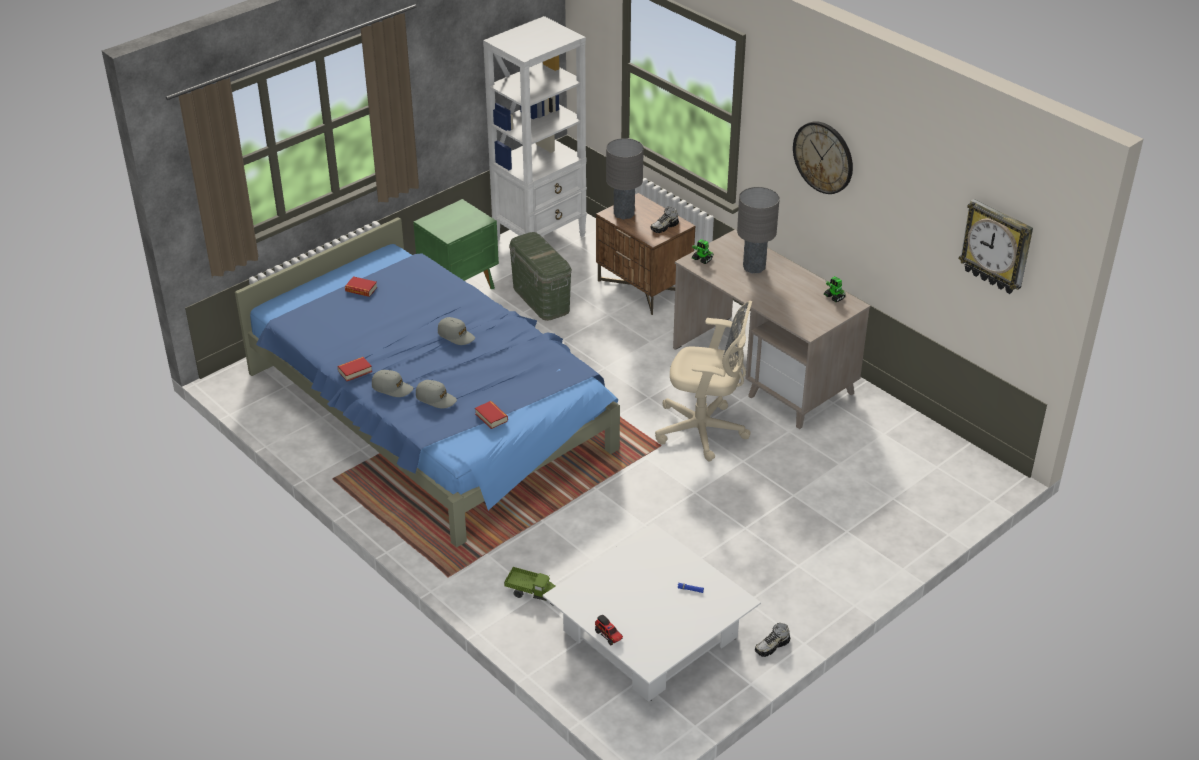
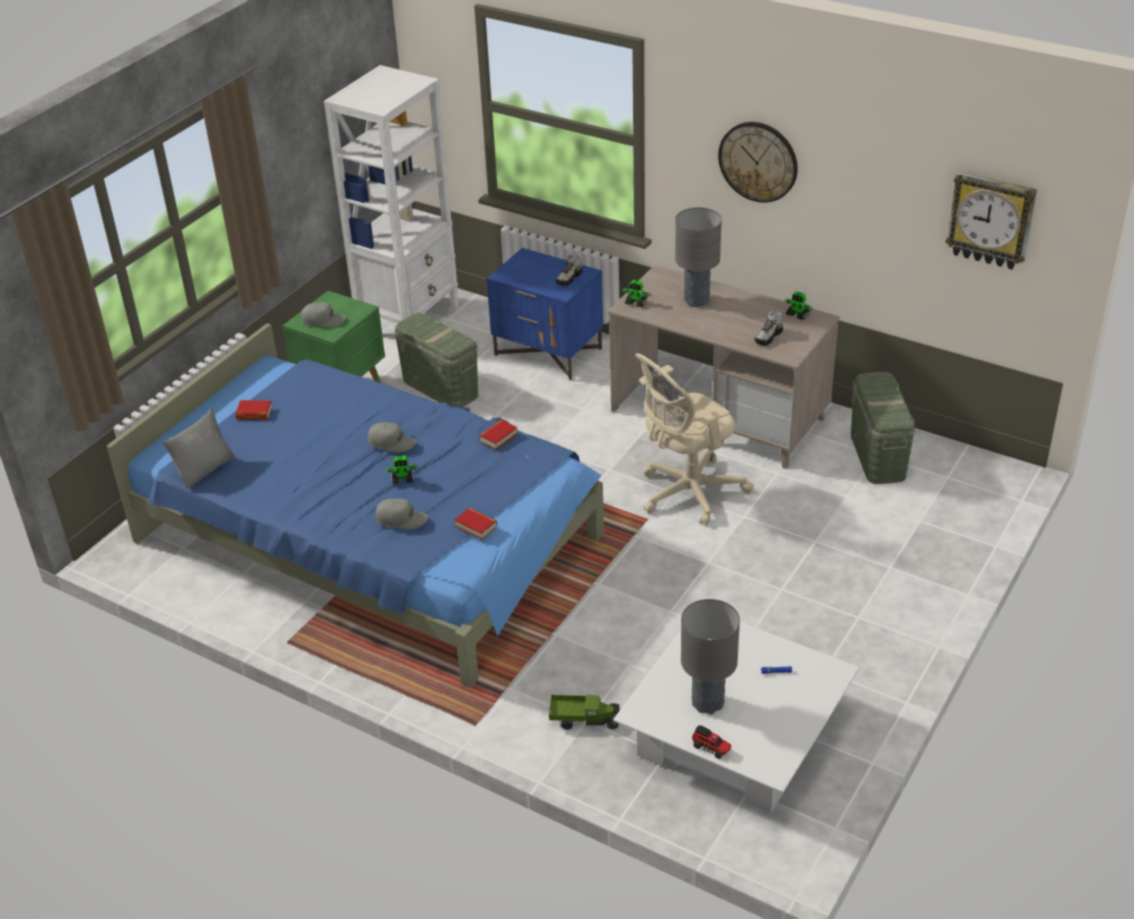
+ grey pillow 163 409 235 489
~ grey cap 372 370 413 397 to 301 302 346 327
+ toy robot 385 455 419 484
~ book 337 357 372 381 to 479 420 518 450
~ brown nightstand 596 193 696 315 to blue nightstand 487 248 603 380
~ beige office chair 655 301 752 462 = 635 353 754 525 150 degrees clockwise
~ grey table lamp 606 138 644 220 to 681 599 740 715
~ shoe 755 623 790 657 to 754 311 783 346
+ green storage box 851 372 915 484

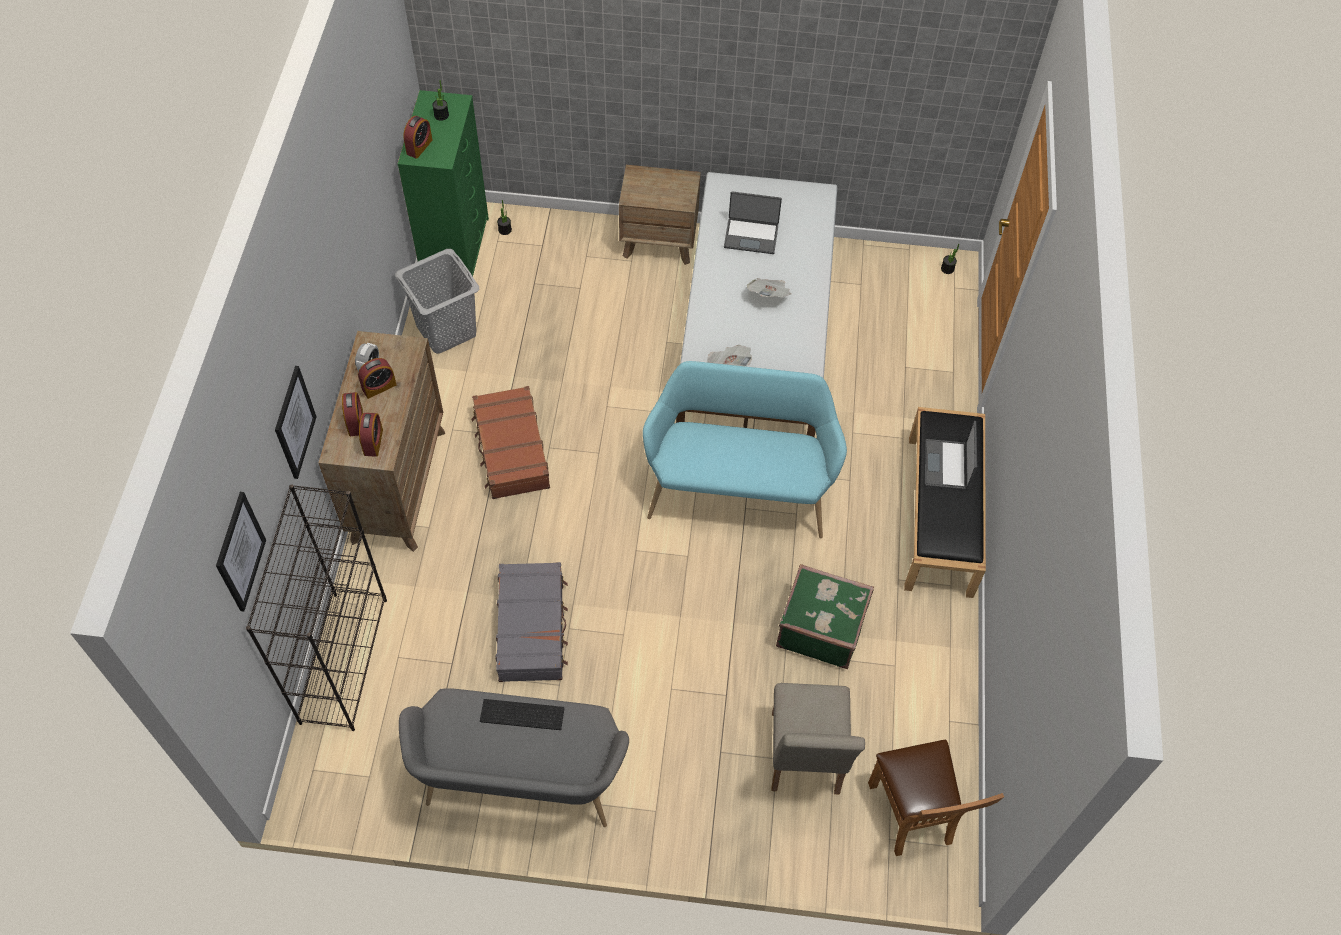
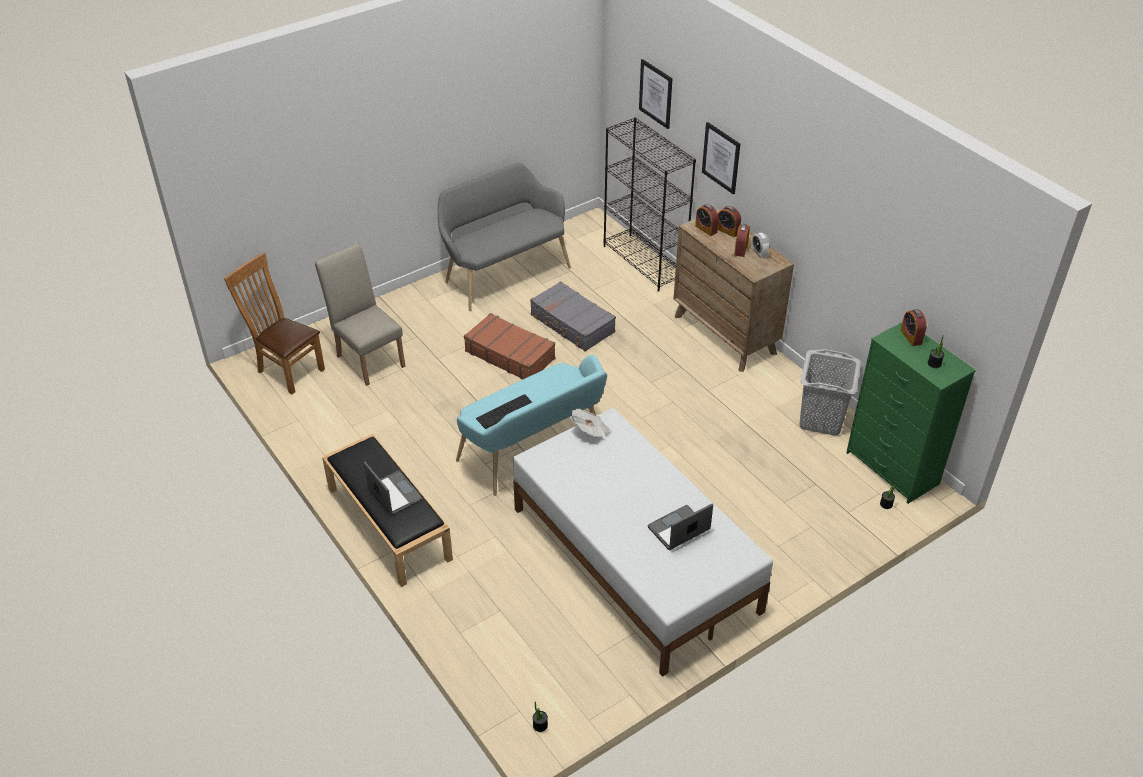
~ brown suitcase 471 386 550 499 to 464 313 555 379
~ keyboard 480 699 565 730 to 476 394 532 429
- brown nightstand 619 165 701 265
- newspaper 747 278 791 298
- green suitcase 776 564 874 669

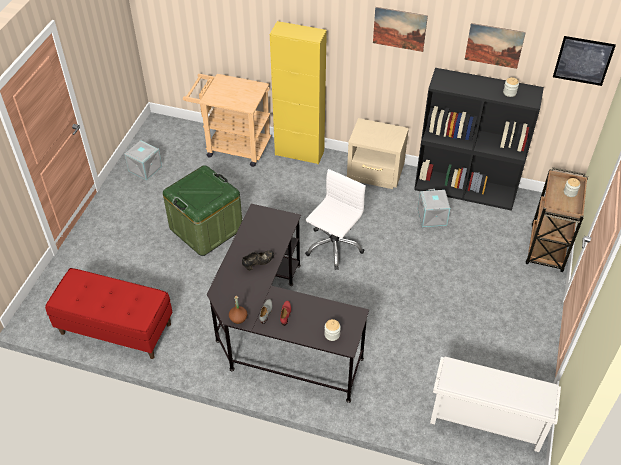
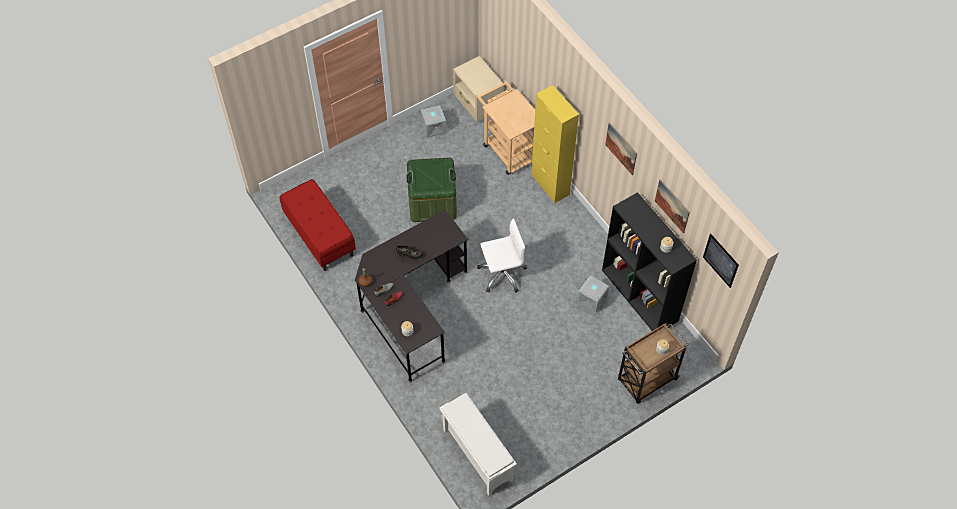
~ beige nightstand 347 118 409 189 to 453 56 503 122

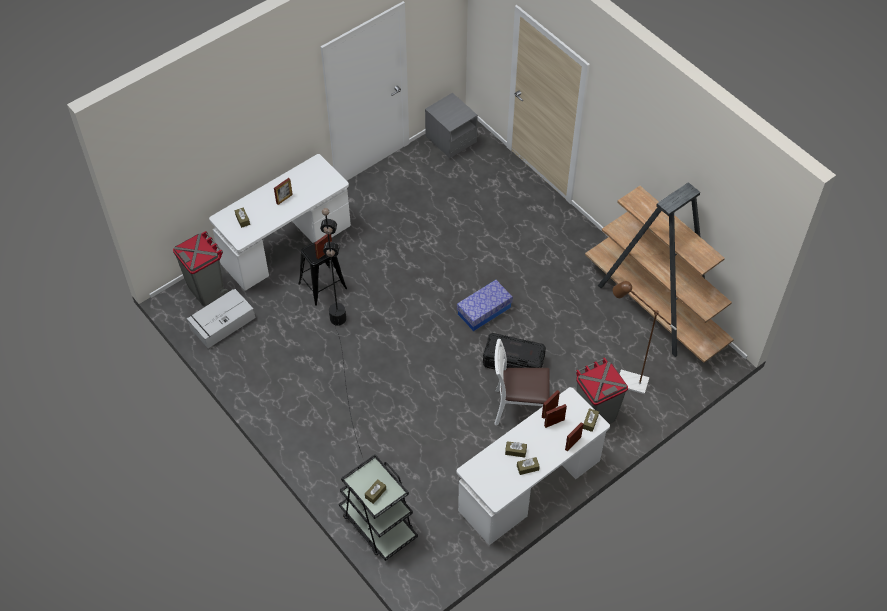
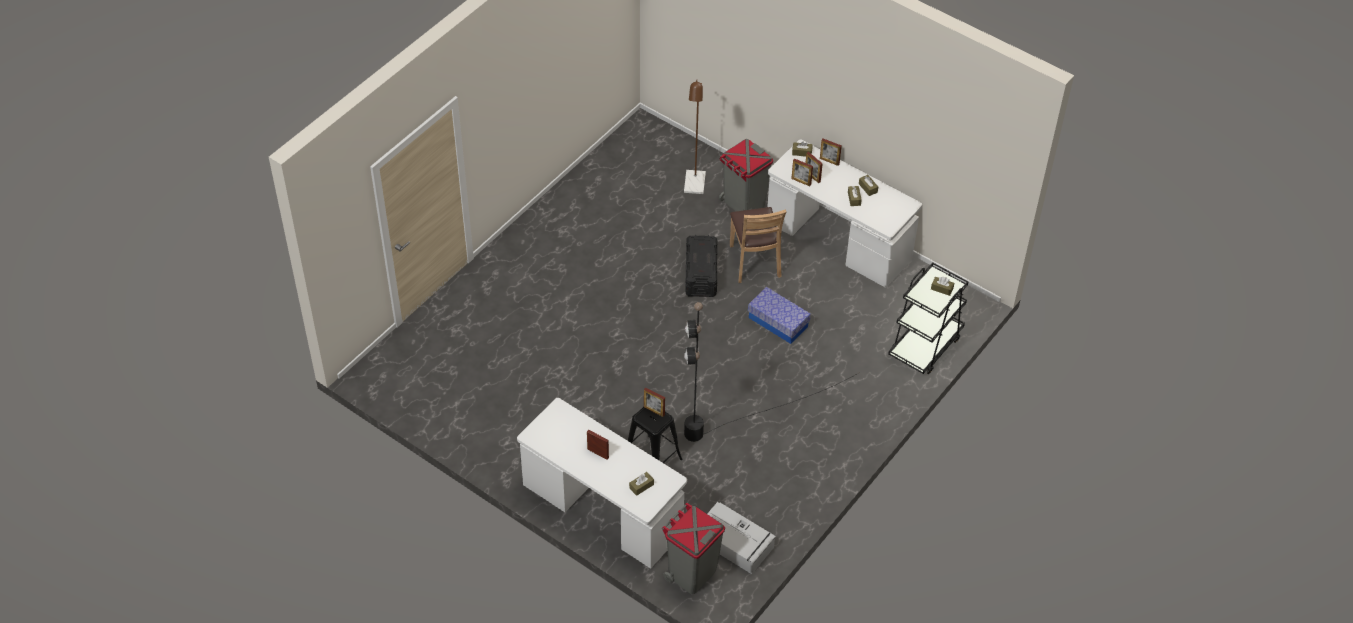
~ white chair 495 339 550 425 to brown chair 730 207 786 283
~ storage box 457 280 513 331 to 748 287 811 344
- grey nightstand 425 93 478 158
- brown bookcase 585 182 734 363

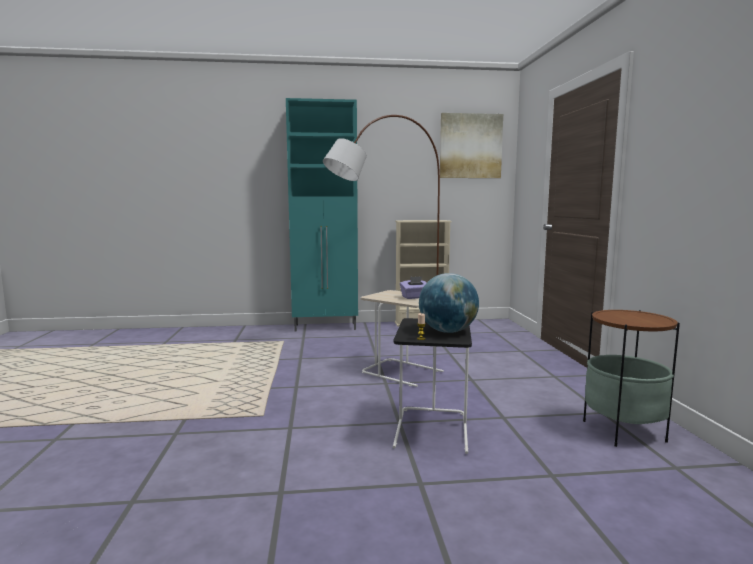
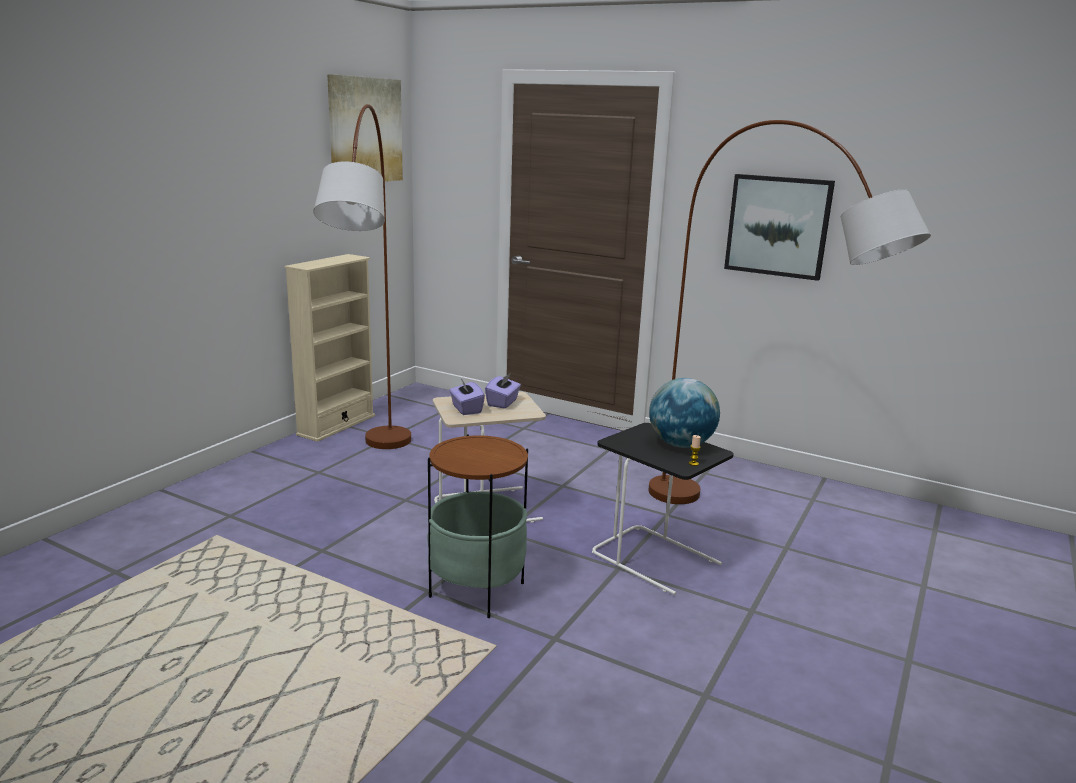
~ side table 583 310 680 447 to 427 434 528 618
+ purple tissue box 449 379 485 415
+ brown floor lamp 648 120 931 504
+ picture 724 174 835 281
- turquoise cabinet 286 98 358 332

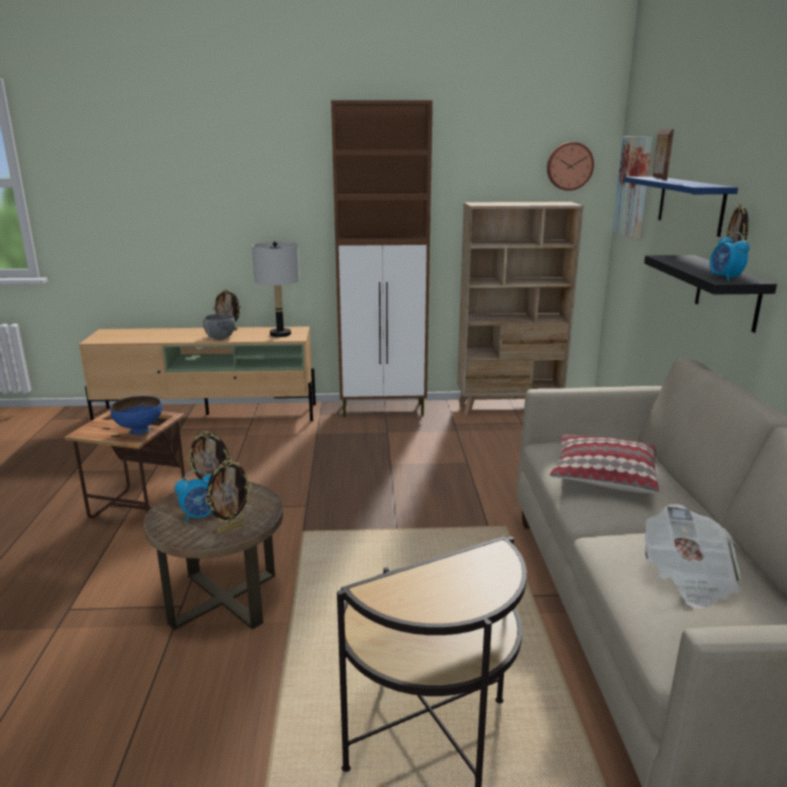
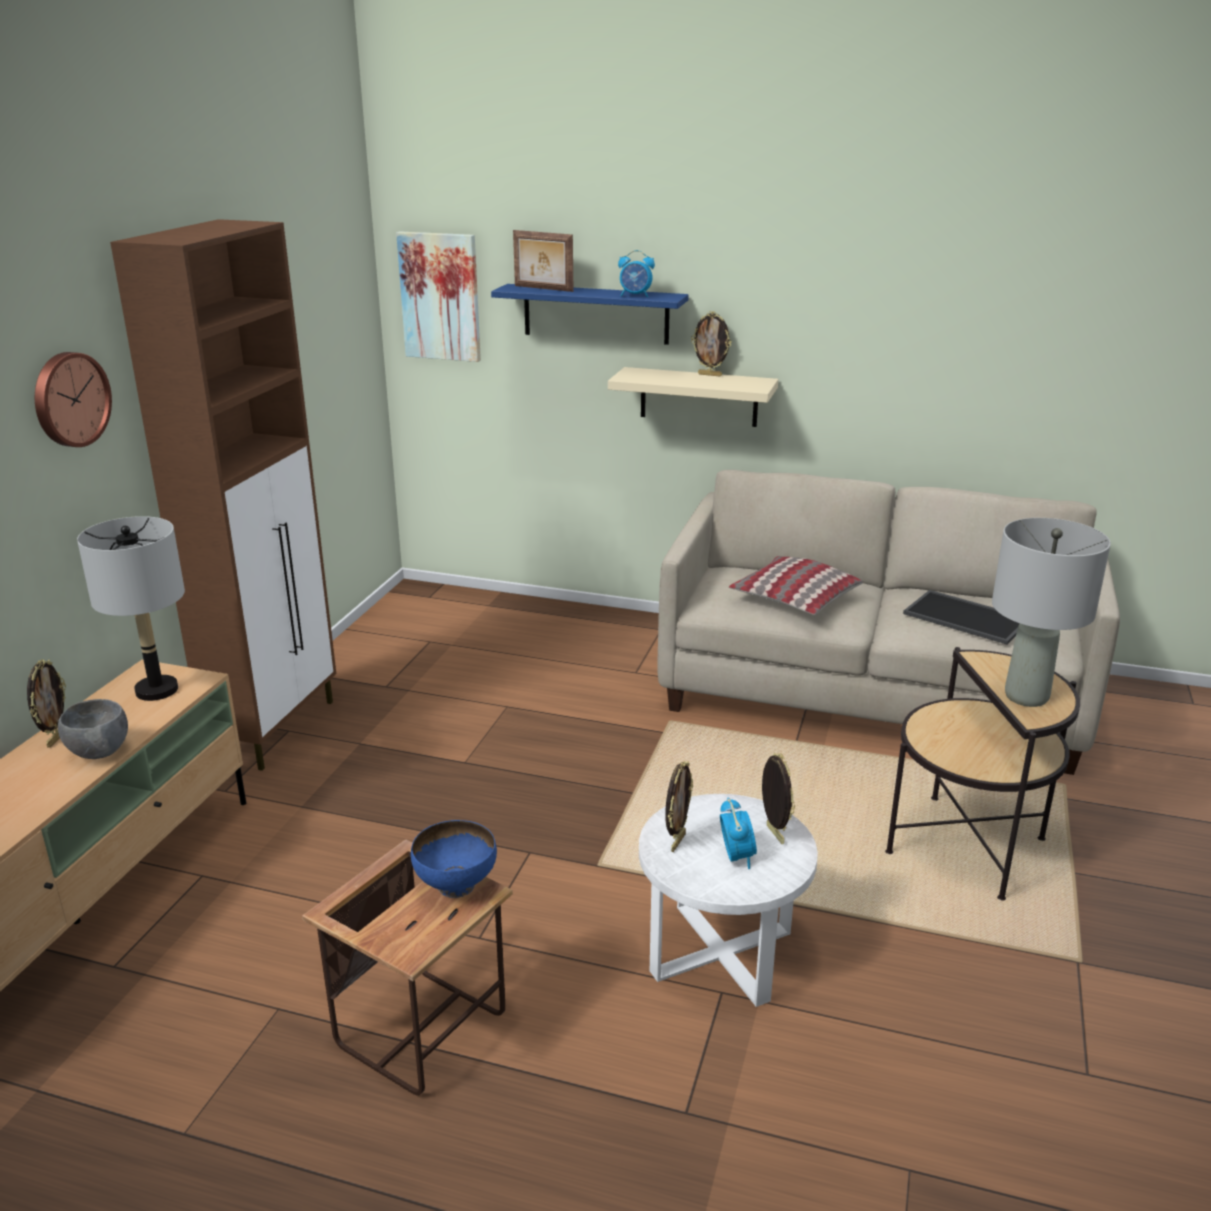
~ wall clock 547 142 594 191 to 35 352 112 447
~ black shelf 644 255 777 333 to beige shelf 608 367 778 427
~ alarm clock 710 232 750 281 to 618 250 655 297
~ brown side table 144 482 283 630 to white side table 639 794 818 1007
~ newspaper 644 504 742 609 to tray 903 590 1020 644
+ grey table lamp 992 518 1111 707
- beige bookcase 457 202 584 416

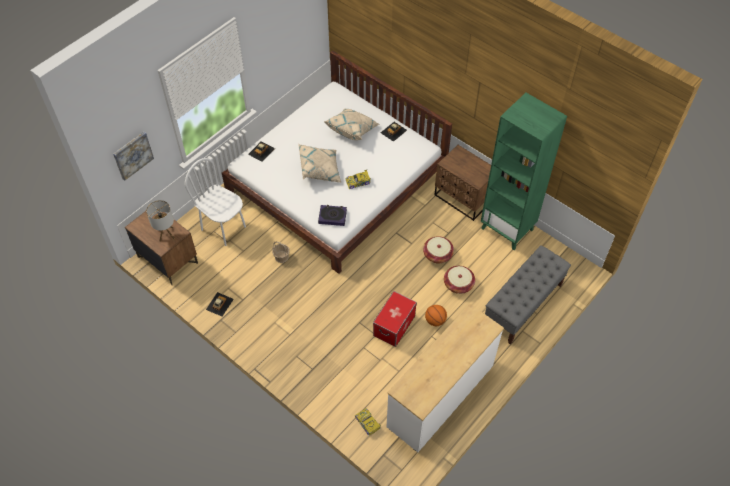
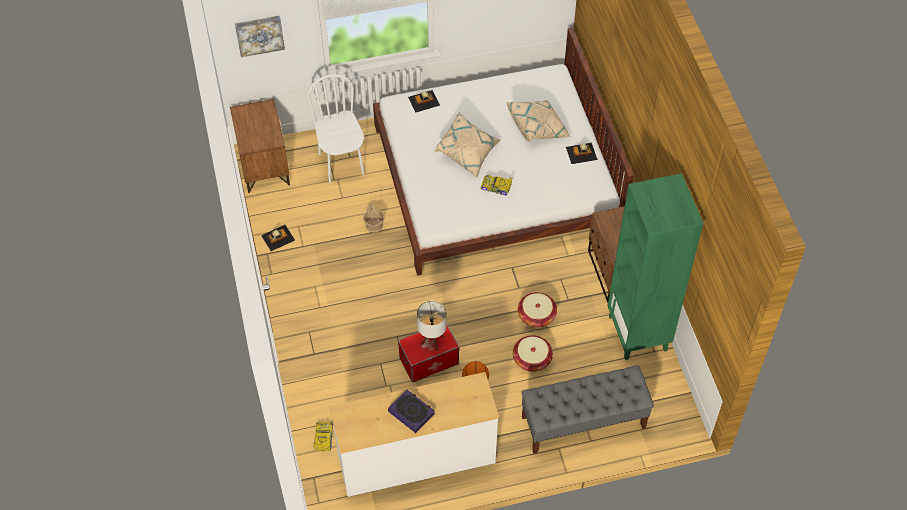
~ book 318 205 347 226 to 388 390 435 433
~ table lamp 146 200 175 242 to 417 300 447 351

